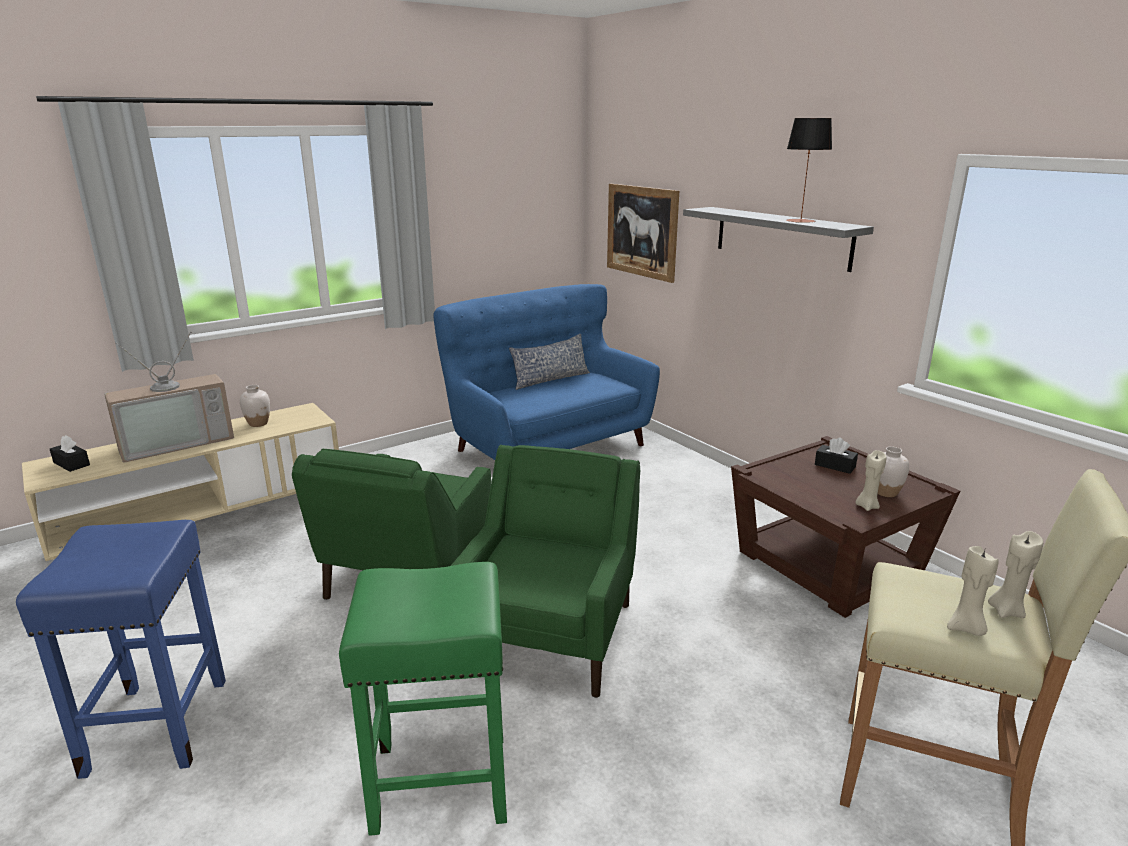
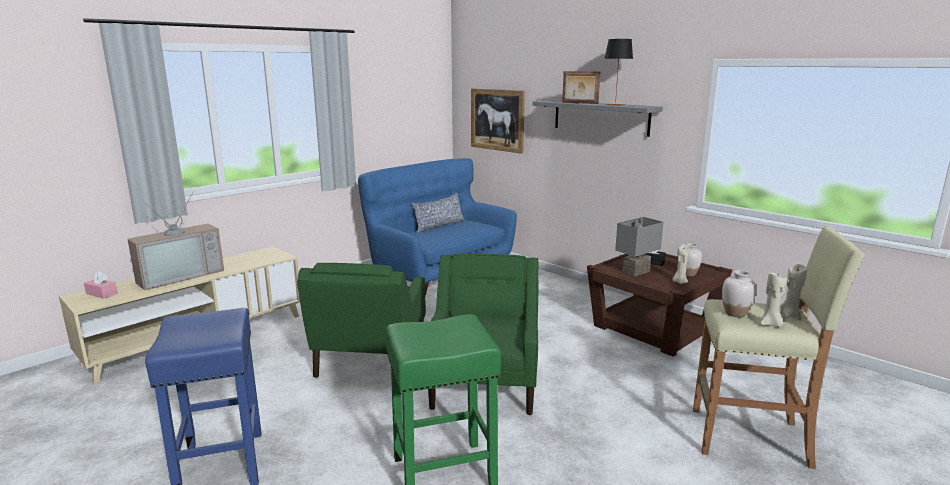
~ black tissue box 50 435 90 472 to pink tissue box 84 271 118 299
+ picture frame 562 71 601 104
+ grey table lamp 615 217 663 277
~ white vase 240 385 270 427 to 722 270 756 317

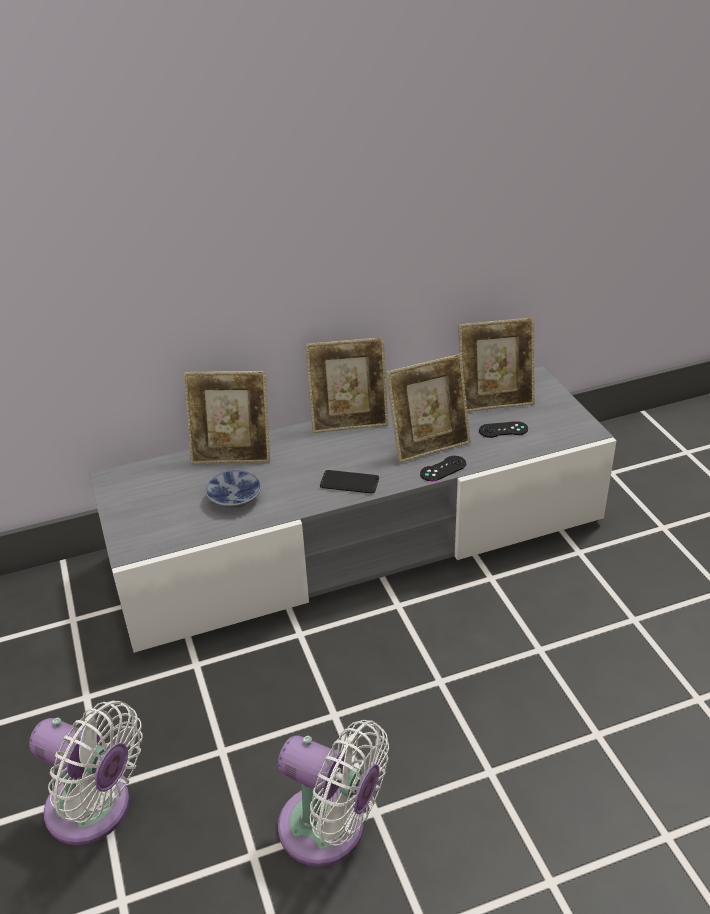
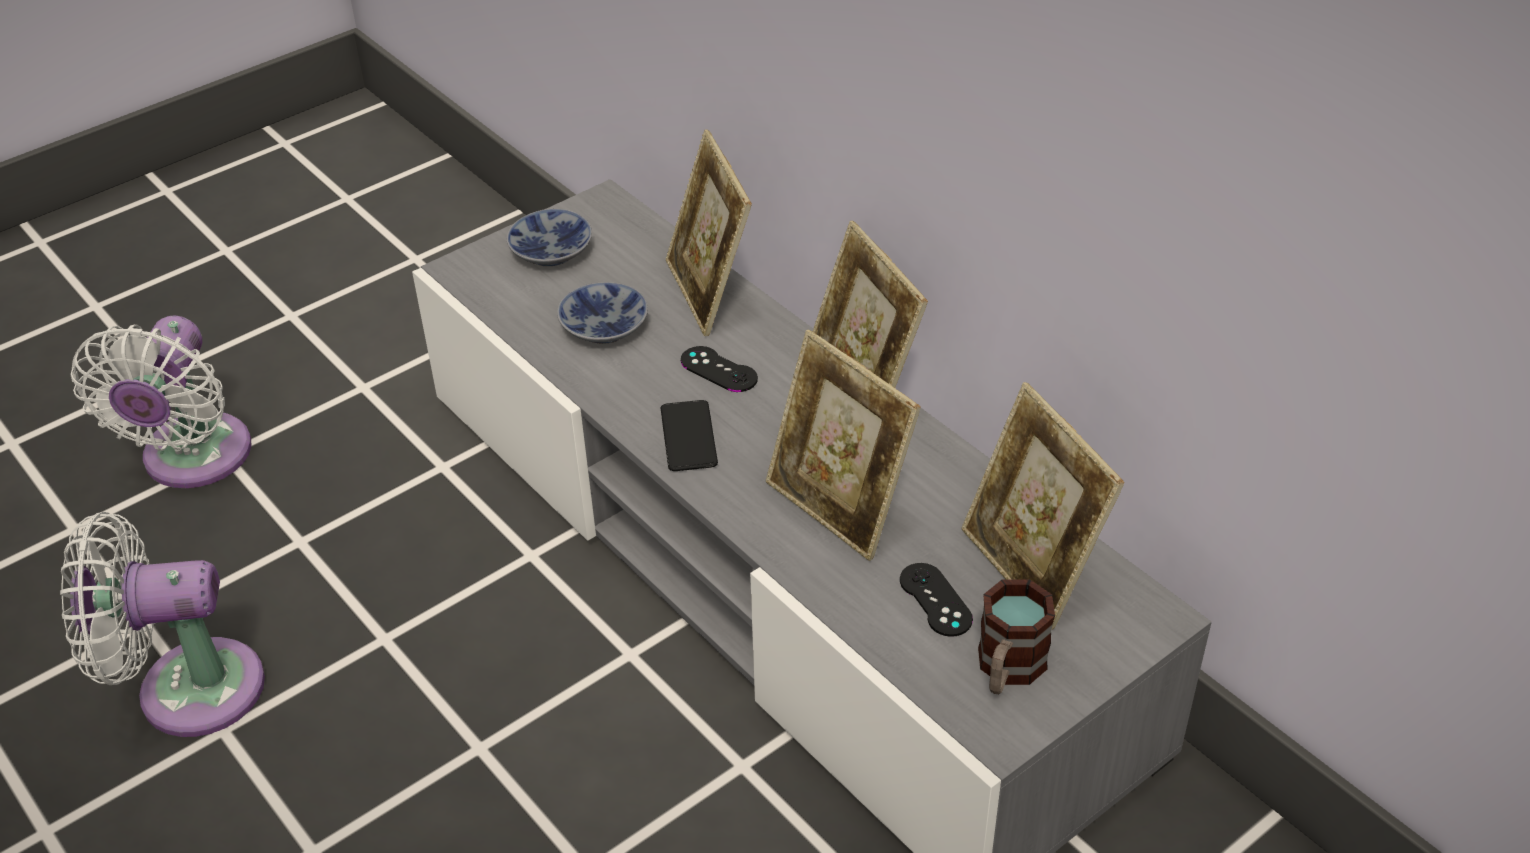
~ white fan 278 720 389 867 = 60 512 265 737 75 degrees clockwise
+ bowl 507 209 592 266
~ black game controller 420 456 466 481 to 681 346 758 392
+ mug 978 580 1055 694

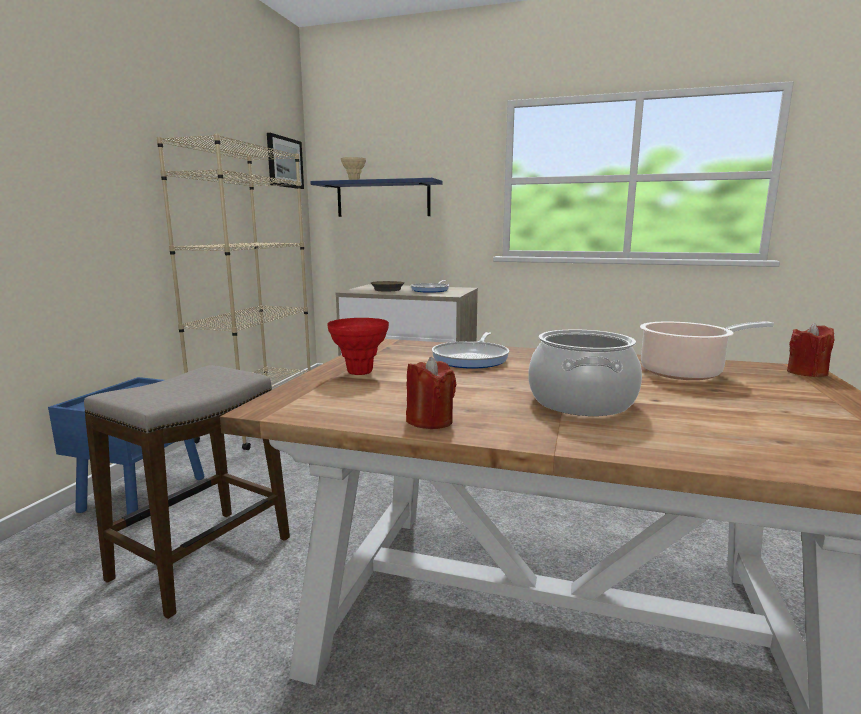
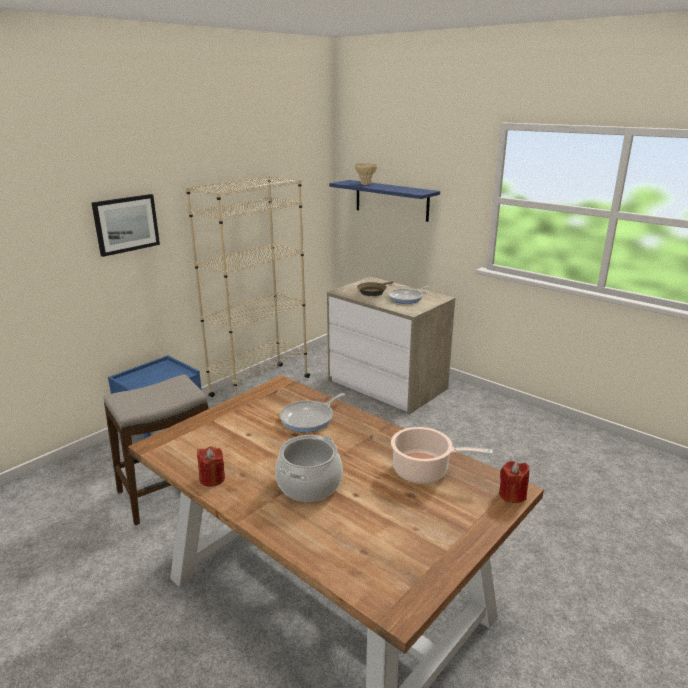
~ picture 267 133 304 189 to 91 194 160 257
- red vase 327 318 389 375

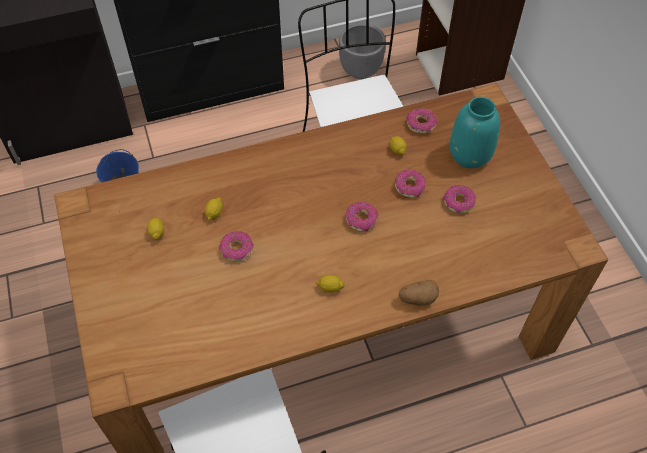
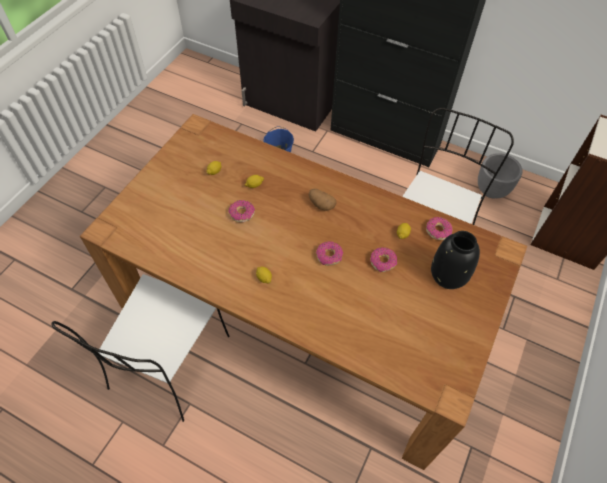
~ potato 399 280 439 306 to 309 189 337 211
~ turquoise vase 450 97 500 168 to black vase 431 231 480 289
- donut 443 185 476 213

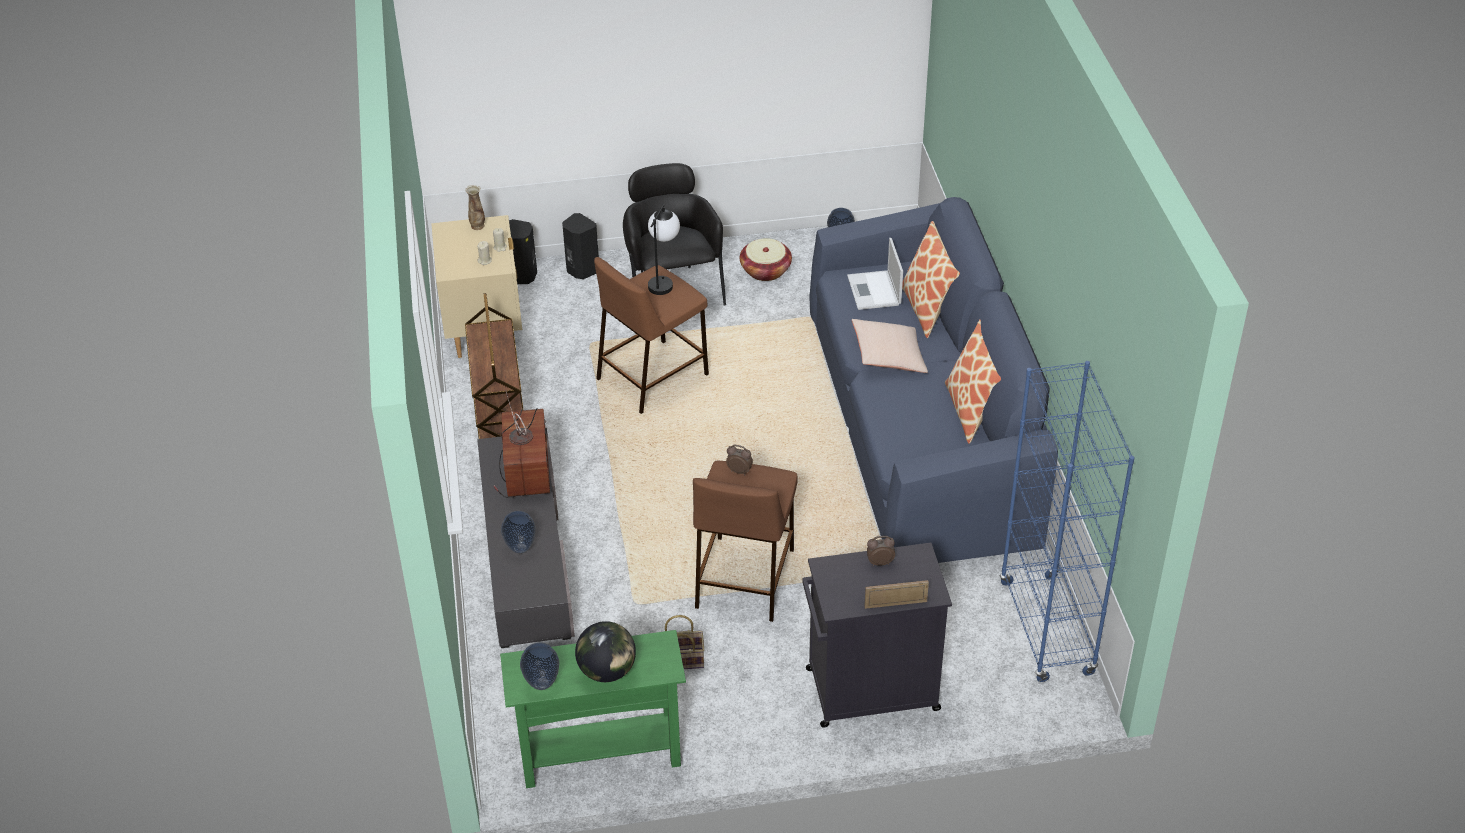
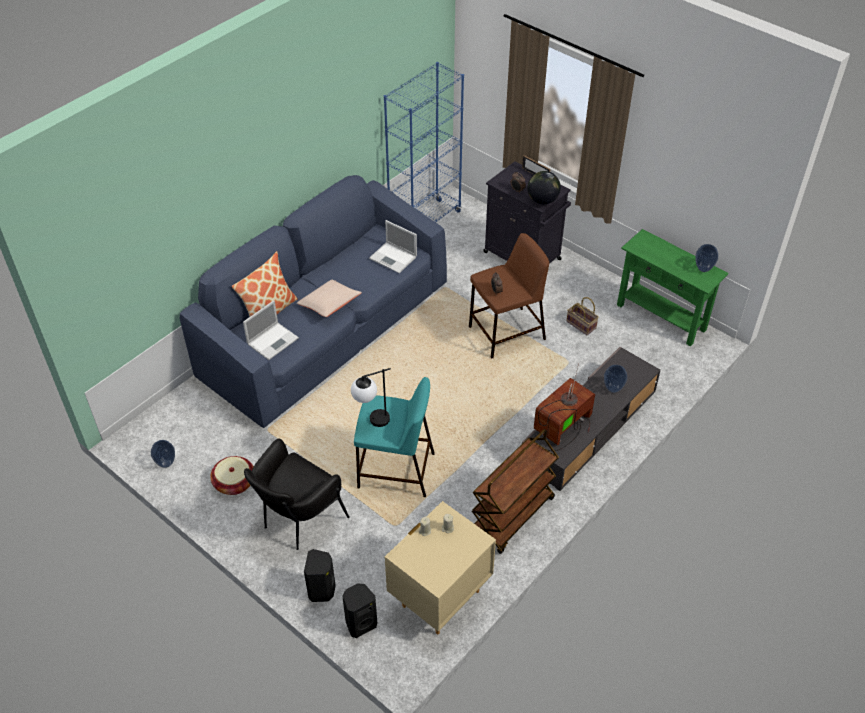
~ brown stool 594 257 709 414 to turquoise stool 354 377 435 497
+ laptop 369 220 417 273
~ globe 575 621 636 682 to 528 171 561 204
- vase 465 185 485 230
- pillow 945 320 1001 444

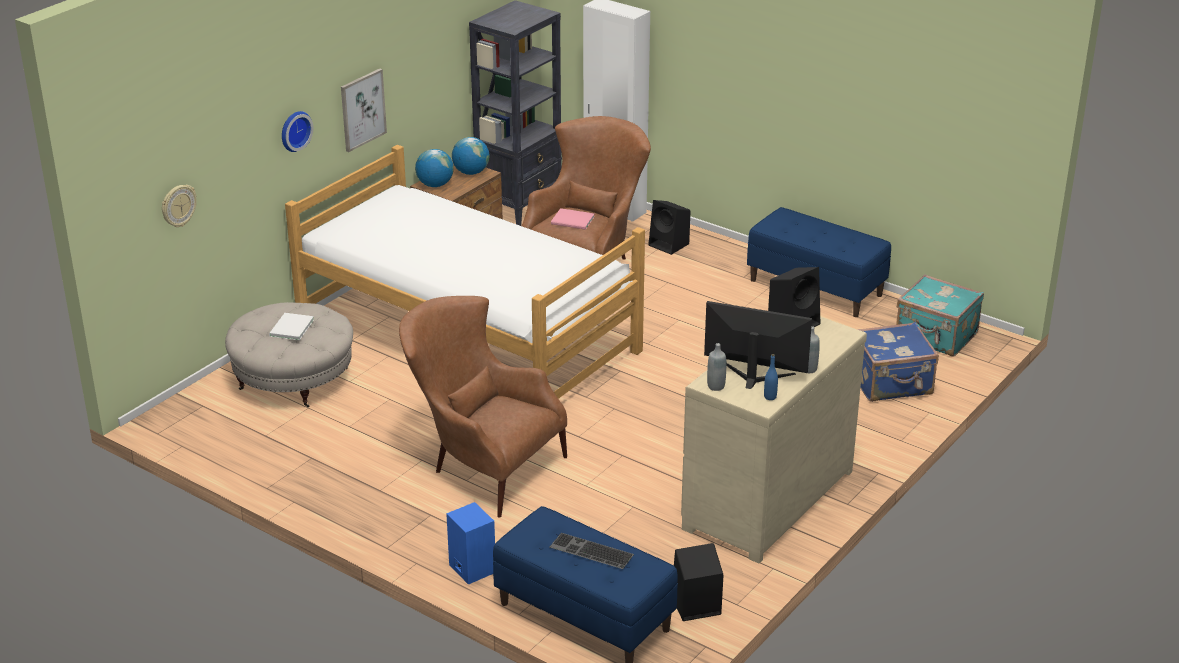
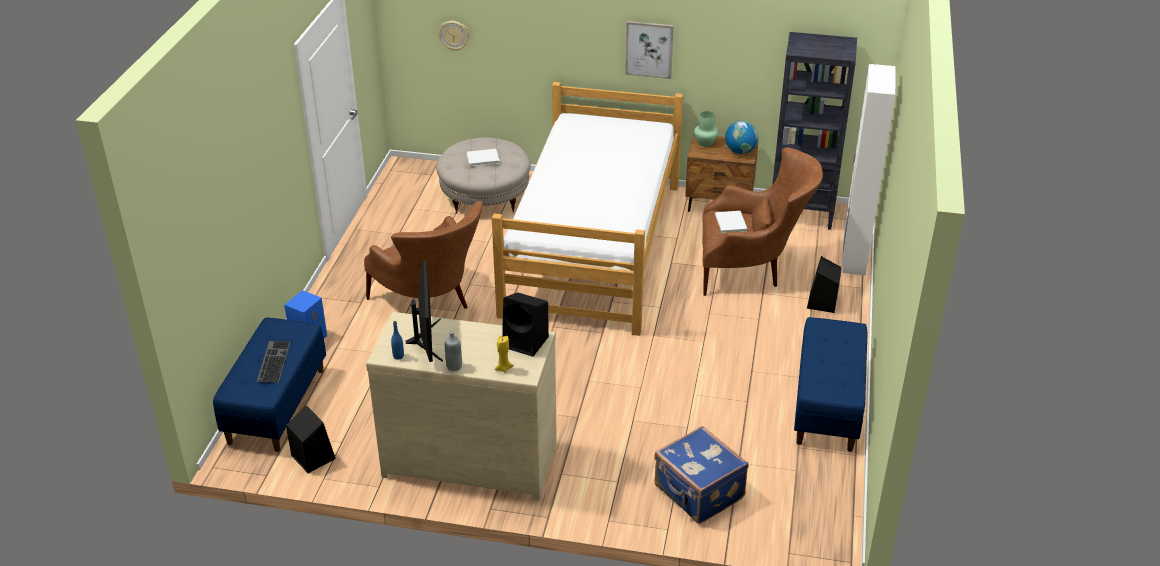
~ brown armchair 399 296 567 518 = 364 201 483 309 135 degrees clockwise
+ yellow candle 495 336 514 373
~ globe 415 149 454 187 to green vase 694 111 718 147
~ pink book 551 208 594 230 to white book 715 211 747 233
- wall clock 282 111 313 152
- grey bottle 707 343 726 391
- turquoise suitcase 896 274 984 357

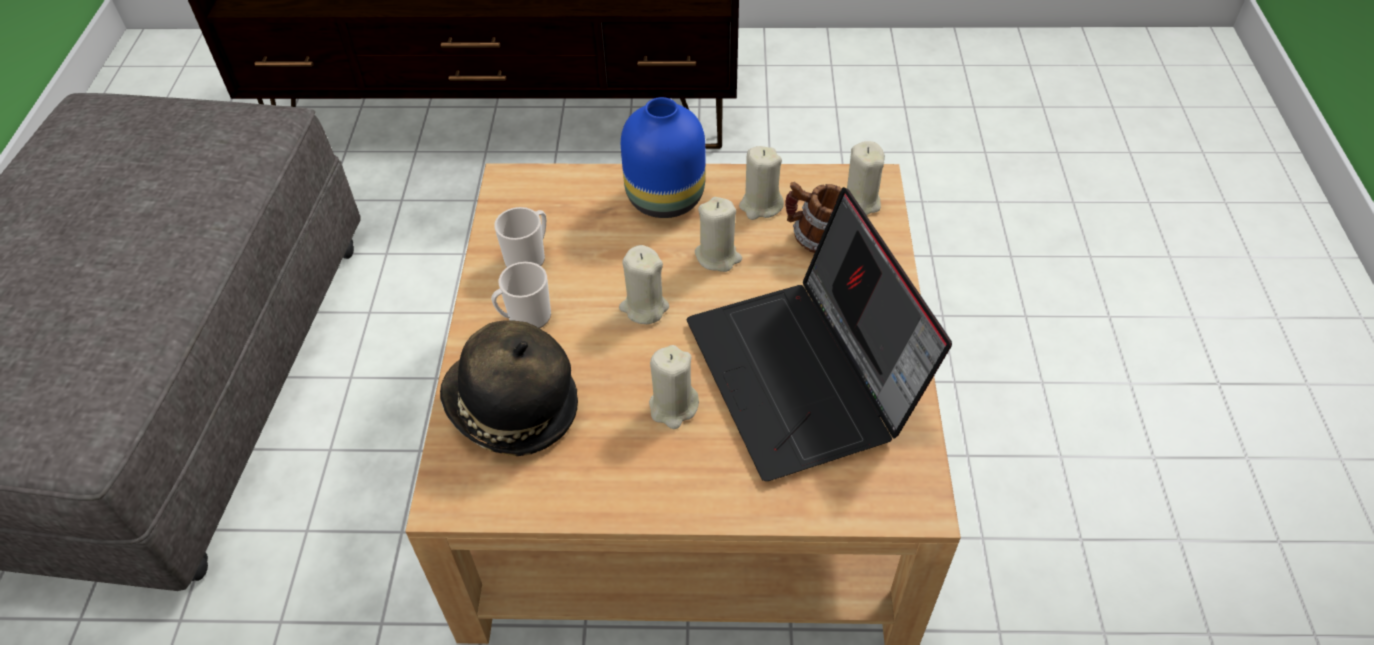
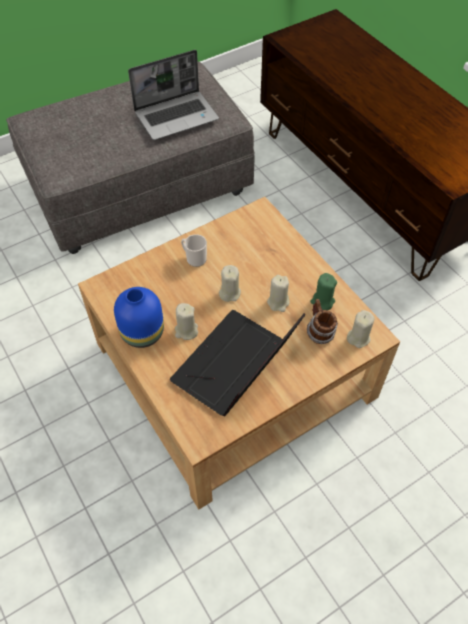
~ blue vase 621 97 705 218 to 114 287 164 348
+ laptop 128 50 219 140
~ beige candle 739 146 784 220 to green candle 310 273 337 310
- hat 440 320 578 456
- mug 494 207 546 267

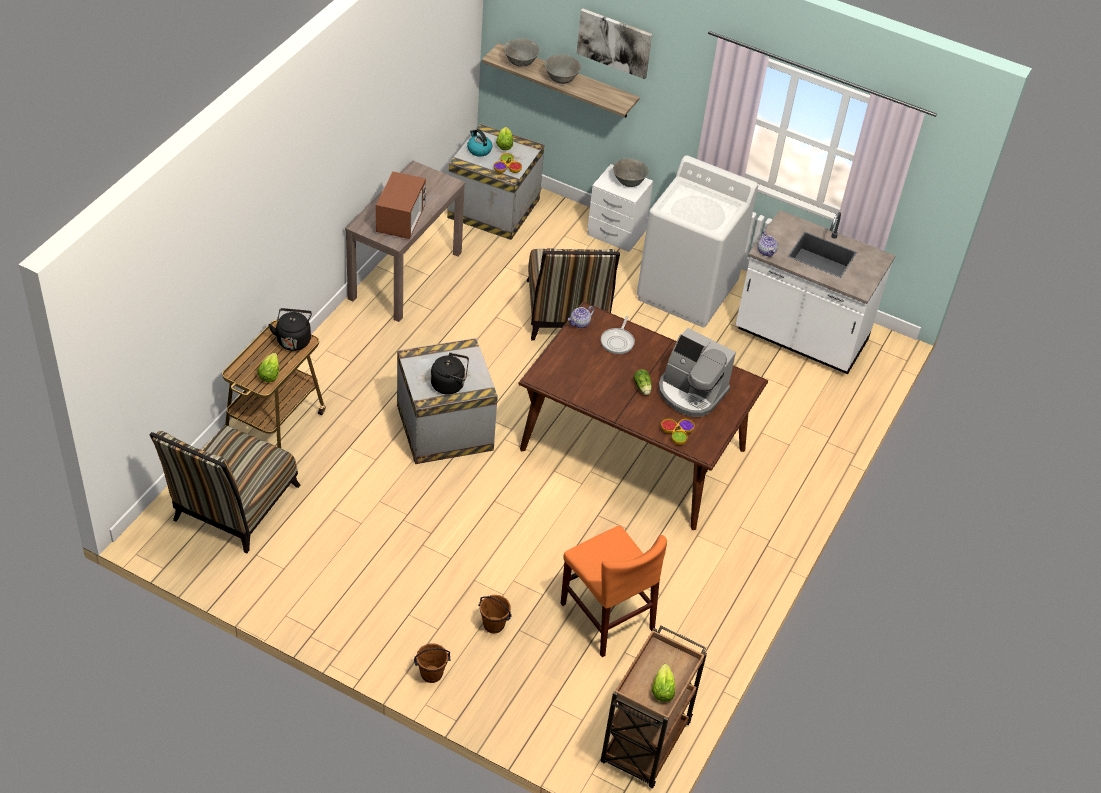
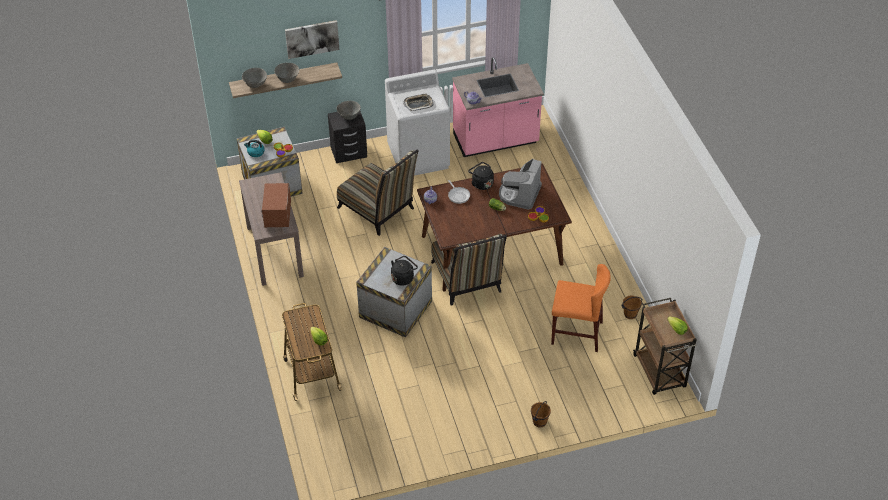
~ microwave 376 171 426 239 = 262 183 291 227 150 degrees counterclockwise
~ white nightstand 587 164 653 252 to black nightstand 328 111 367 163
+ tray 403 93 434 111
~ chair 149 425 300 553 to 431 234 507 305
~ white counter 736 210 896 374 to pink counter 452 57 544 157
~ black kettle 268 308 312 351 to 468 162 494 190
~ coffee machine 658 328 736 417 = 499 159 542 210 120 degrees clockwise
~ brown bucket 478 595 512 633 to 621 296 643 319

